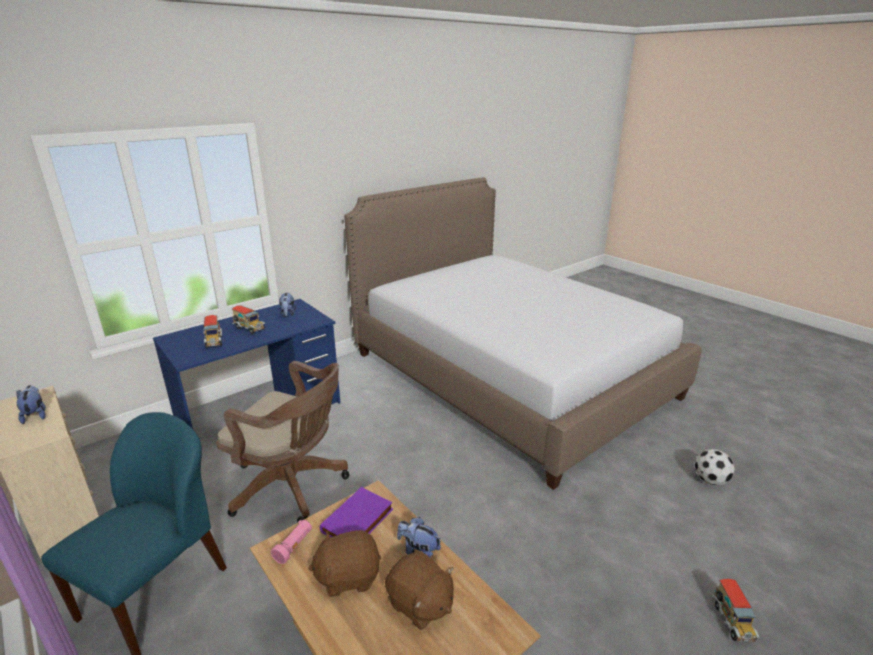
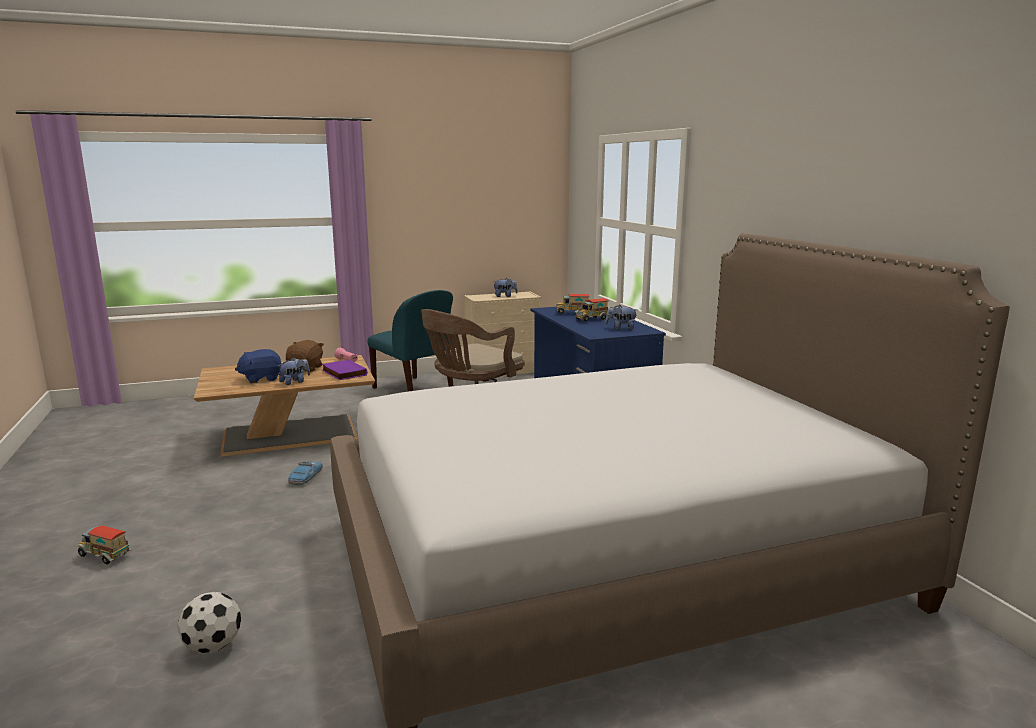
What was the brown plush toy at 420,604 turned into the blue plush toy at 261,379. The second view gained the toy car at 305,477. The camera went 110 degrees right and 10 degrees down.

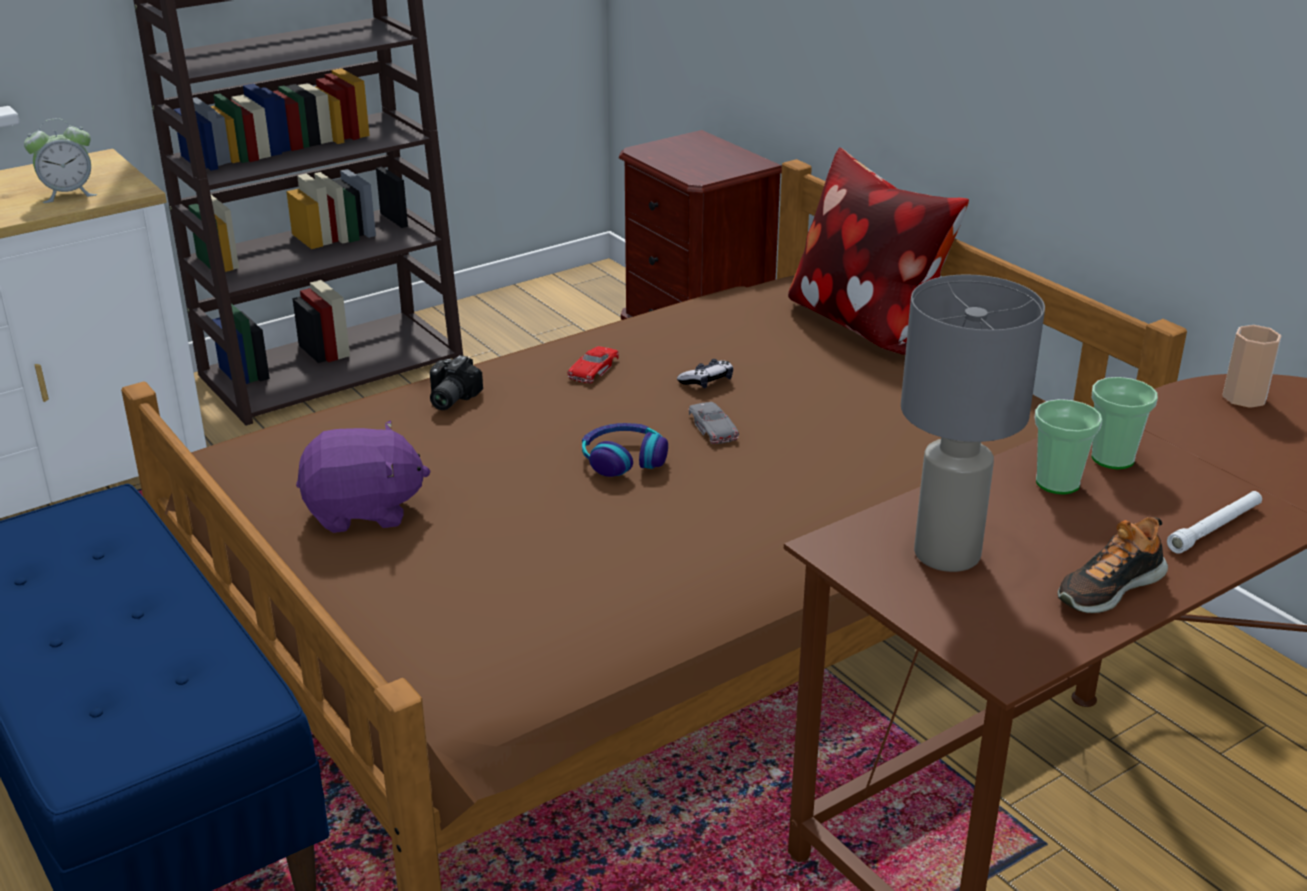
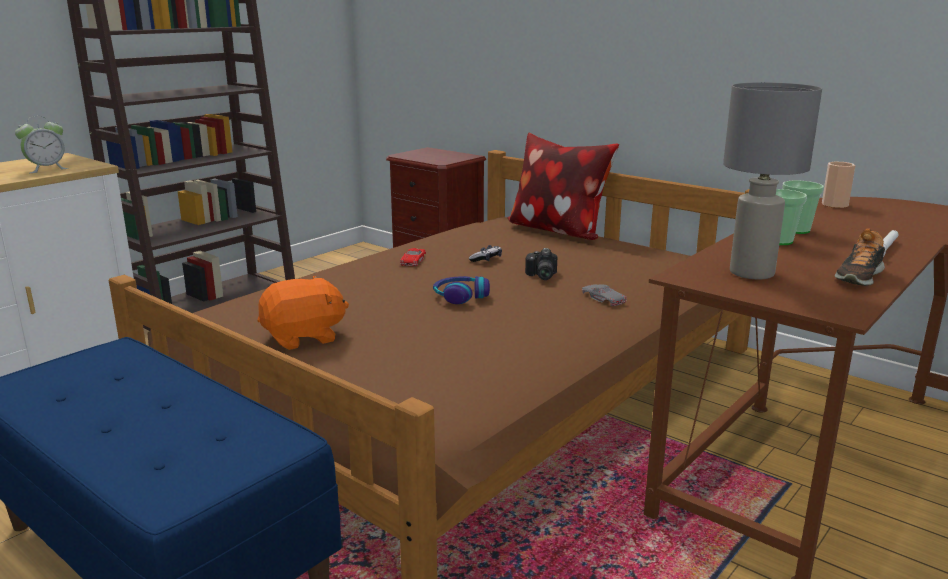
What was the purple plush toy at 363,511 turned into the orange plush toy at 304,337. The photo camera ended up elsewhere, having gone from 448,399 to 540,276. The grey toy car ended up elsewhere, having gone from 713,427 to 603,298. The camera went 15 degrees left and 10 degrees down.

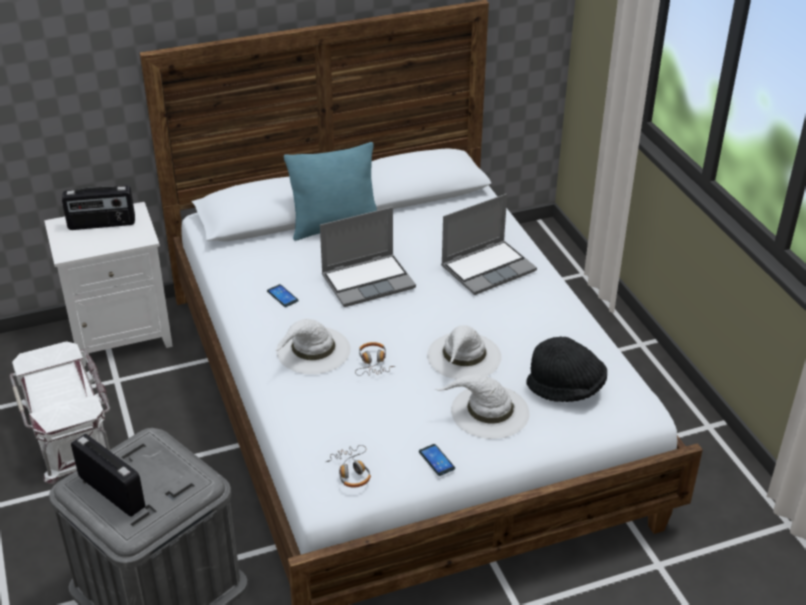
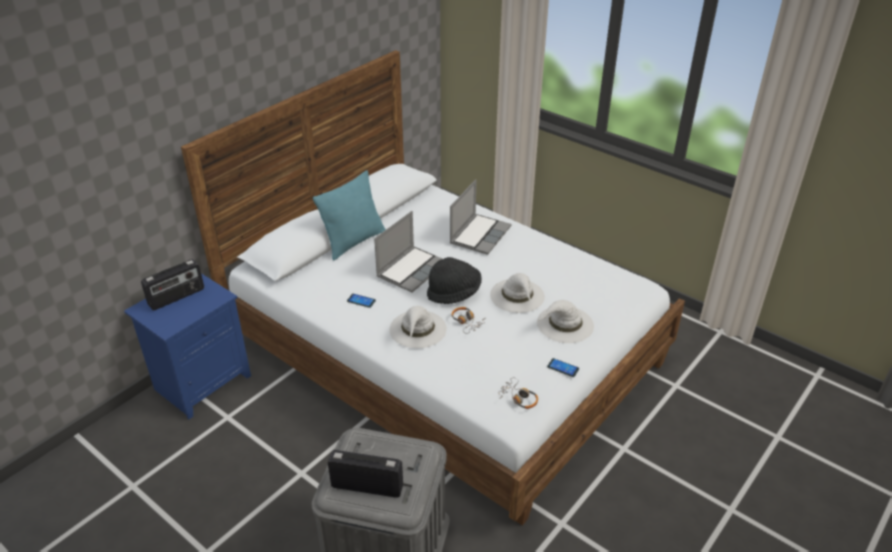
The second view lost the white storage box at 69,430. What was the white nightstand at 122,334 turned into the blue nightstand at 202,382. The black hat ended up elsewhere, having gone from 566,388 to 454,293. The camera went 30 degrees left and 0 degrees up.

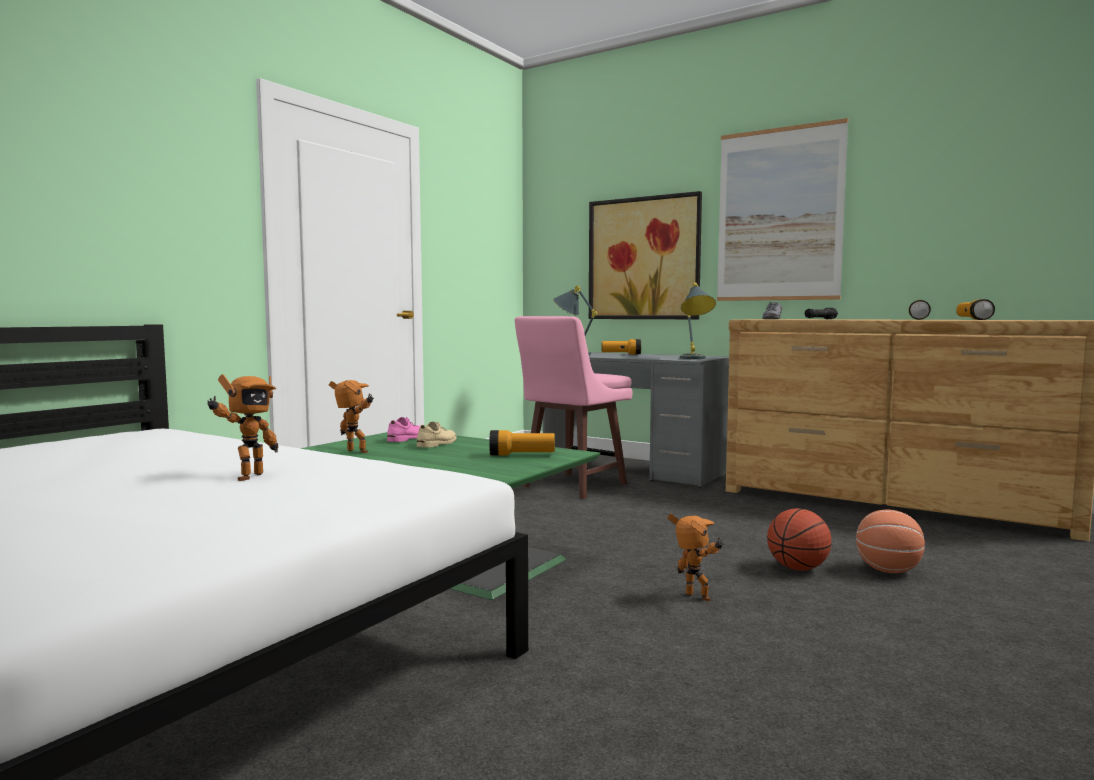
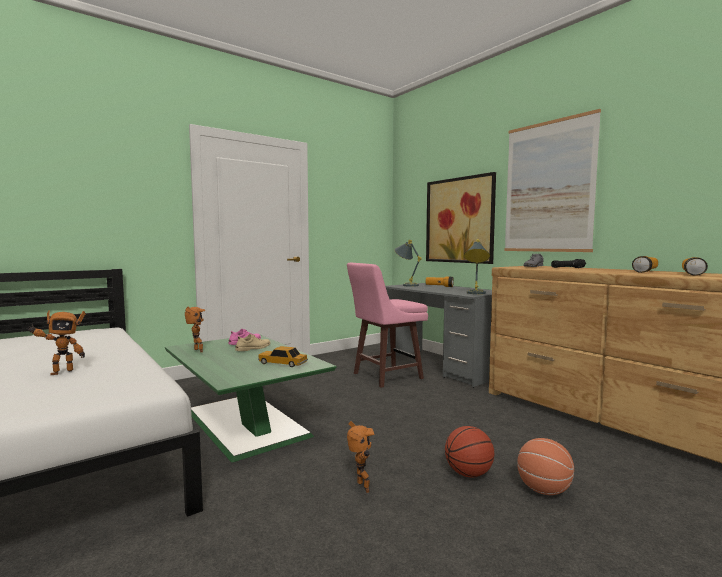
Where the flashlight stood at 522,455, the toy car came to stand at 282,363. The camera went 20 degrees right and 0 degrees up.

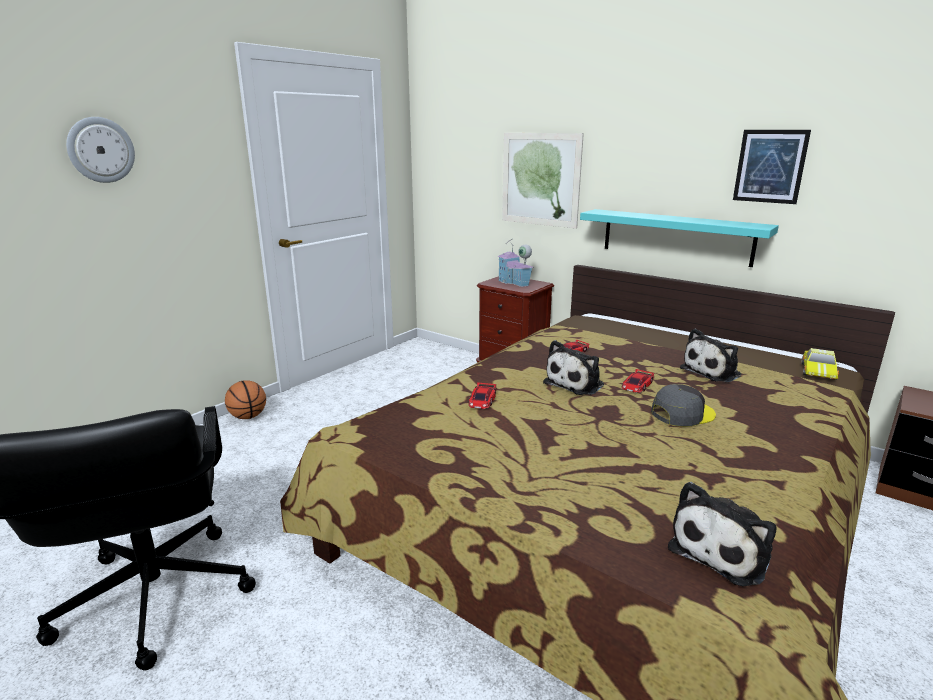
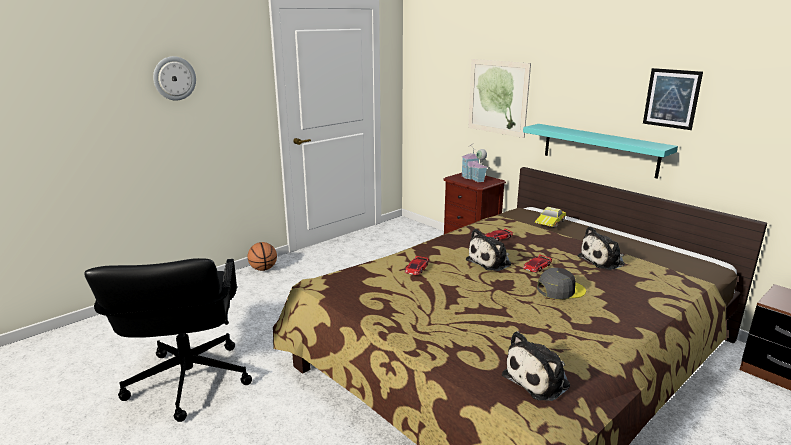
The toy car ended up elsewhere, having gone from 819,371 to 551,222. The camera went 10 degrees right and 0 degrees up.

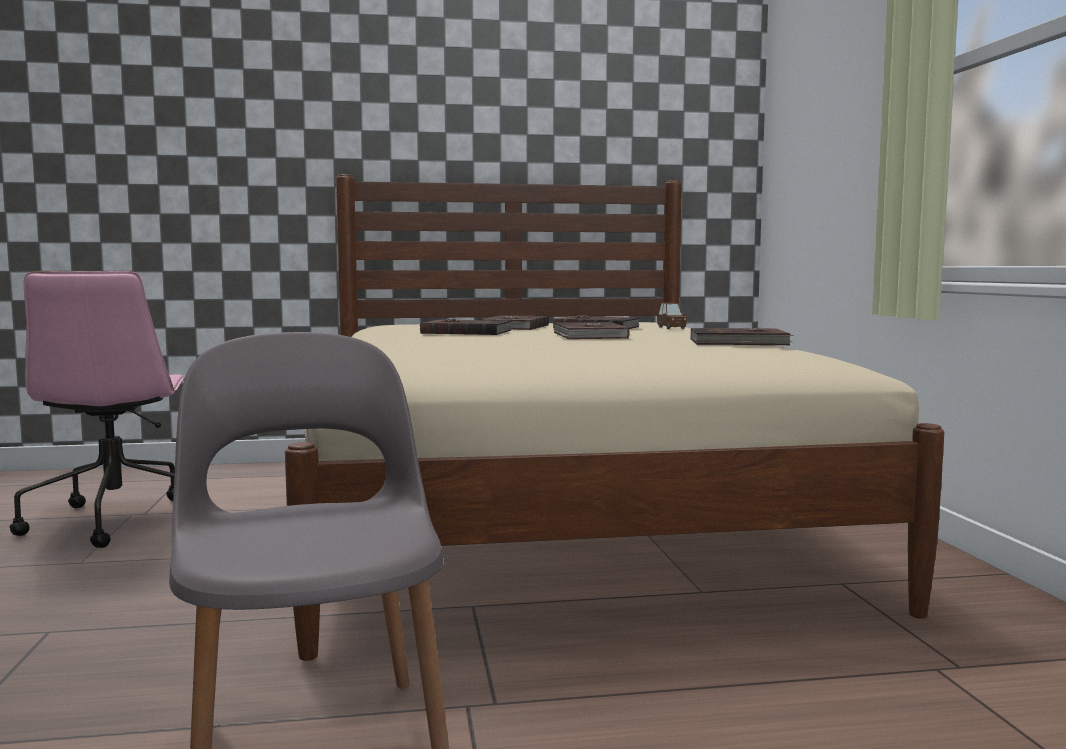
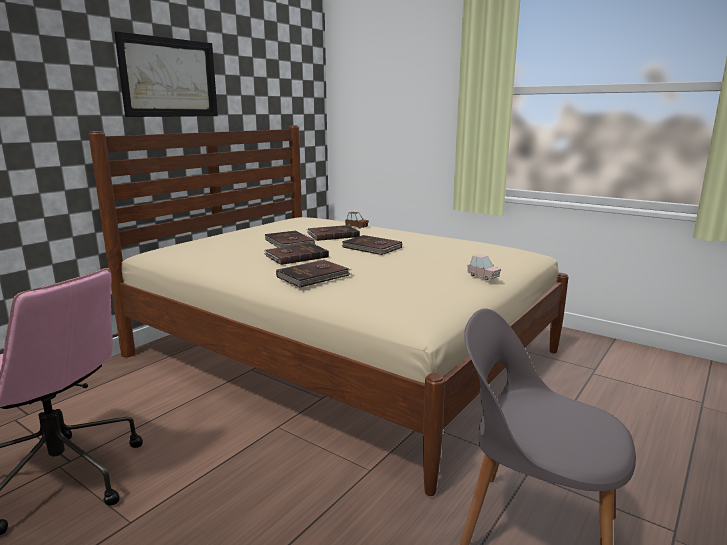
The brown book ended up elsewhere, having gone from 739,342 to 314,276. The second view gained the picture at 169,78. The second view gained the pink toy car at 483,276. The camera went 45 degrees left and 10 degrees up.

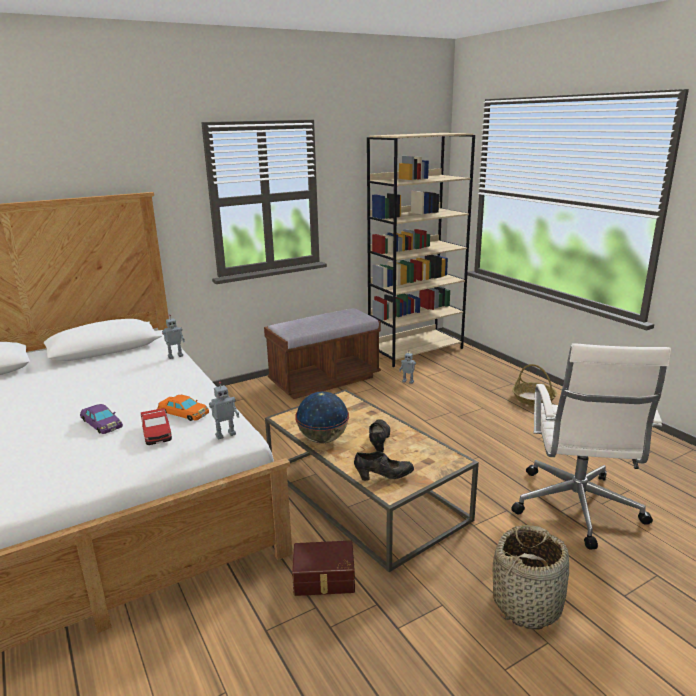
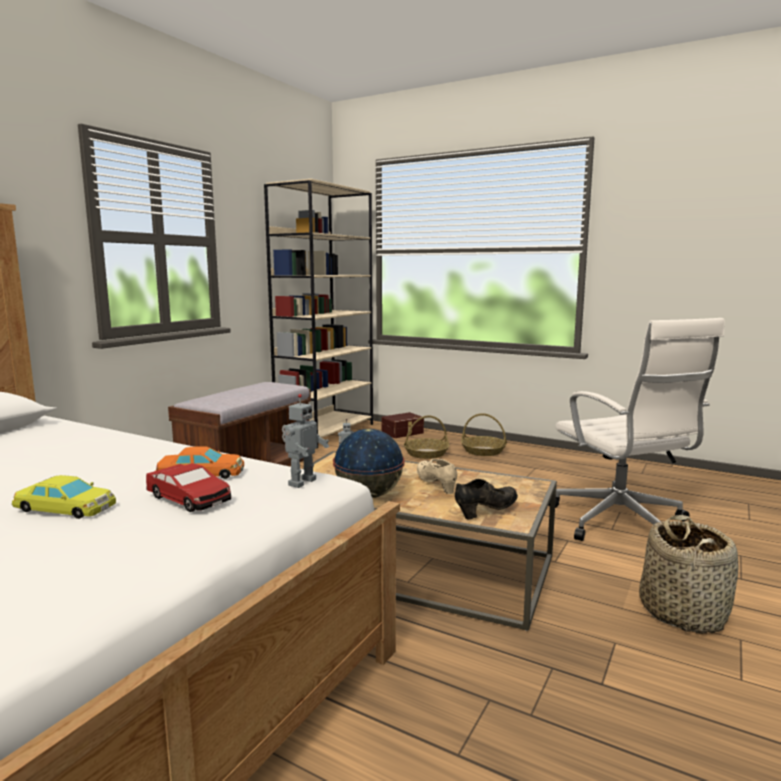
What was the purple toy car at 102,423 turned into the yellow toy car at 66,507. The second view lost the toy robot at 175,356. The brown storage box ended up elsewhere, having gone from 324,579 to 403,433. What was the black shoe at 379,442 turned into the beige shoe at 436,485. The second view gained the basket at 426,453. The camera went 30 degrees left and 10 degrees down.

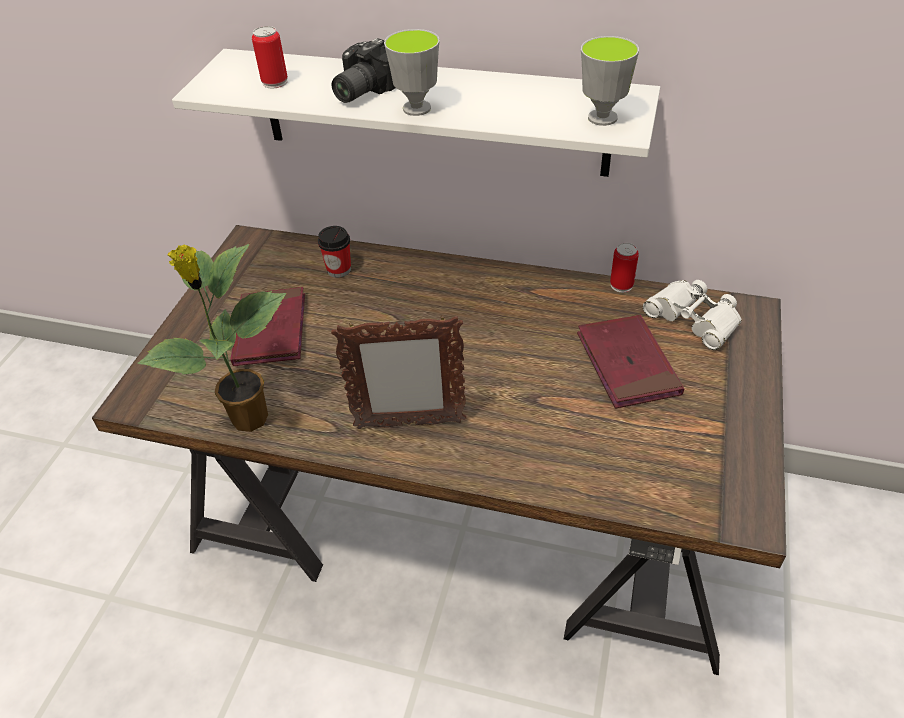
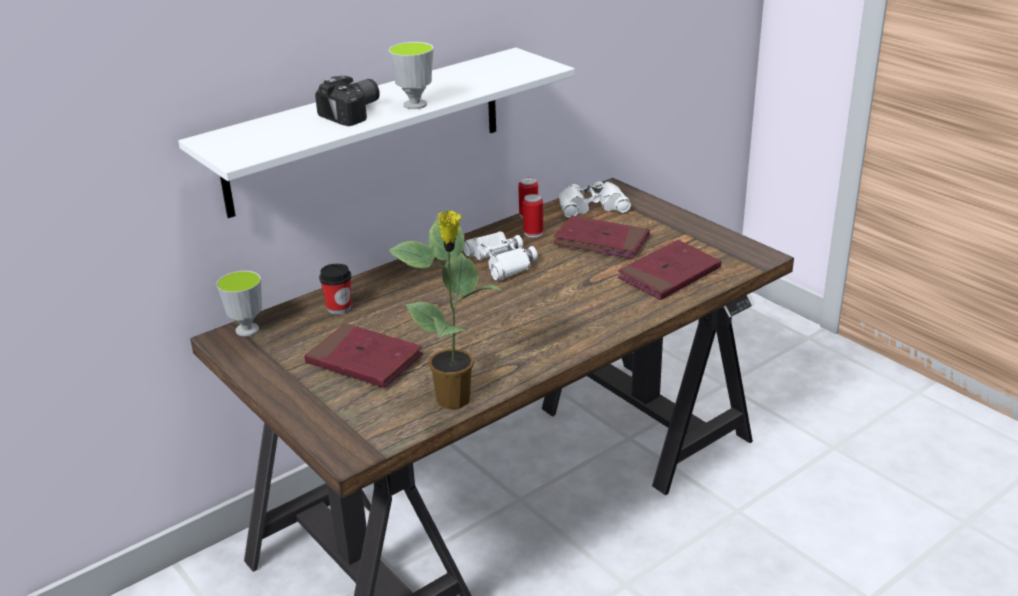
The can ended up elsewhere, having gone from 275,82 to 533,233. The photo camera at 361,90 ended up facing another way, 120 degrees counterclockwise from before. The second view lost the picture frame at 408,424. The cup ended up elsewhere, having gone from 602,118 to 247,330. The second view gained the white binoculars at 500,262. The second view gained the red book at 669,274. The camera went 55 degrees left and 15 degrees down.

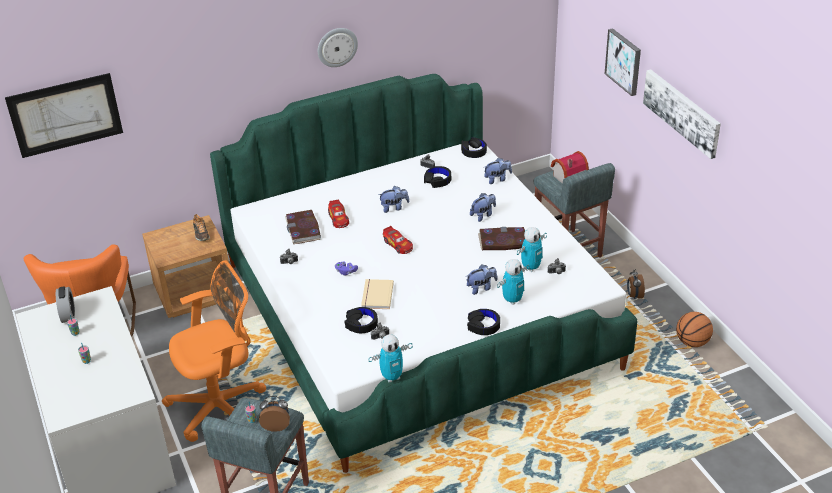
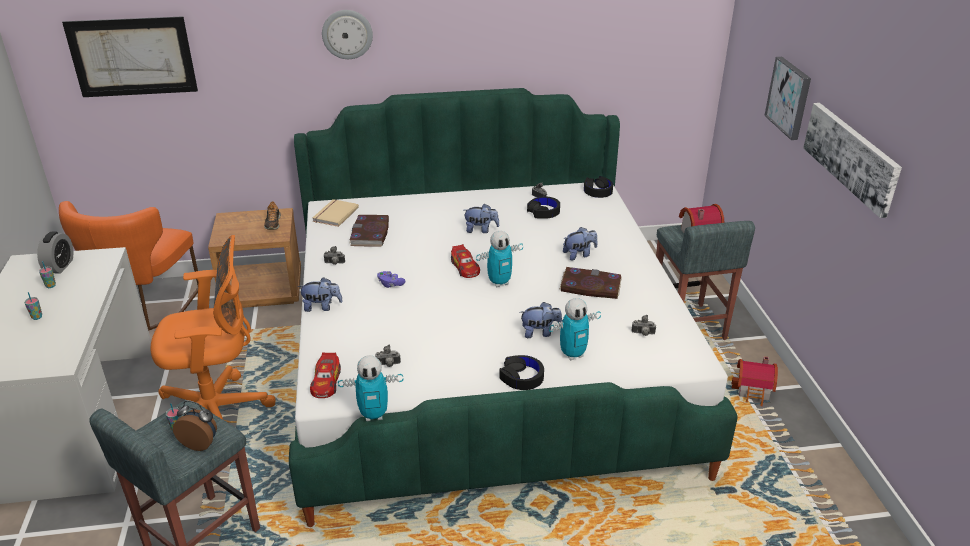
The wall clock ended up elsewhere, having gone from 337,47 to 347,34. The toy car ended up elsewhere, having gone from 338,218 to 326,382. The second view lost the black headphones at 361,324. The beige book ended up elsewhere, having gone from 376,296 to 334,214. The plush toy ended up elsewhere, having gone from 497,179 to 322,307. The toy robot ended up elsewhere, having gone from 531,267 to 499,282. Where the alarm clock stood at 634,296, the toy house came to stand at 754,391. The second view lost the basketball at 692,342. The camera went 15 degrees right and 5 degrees down.

